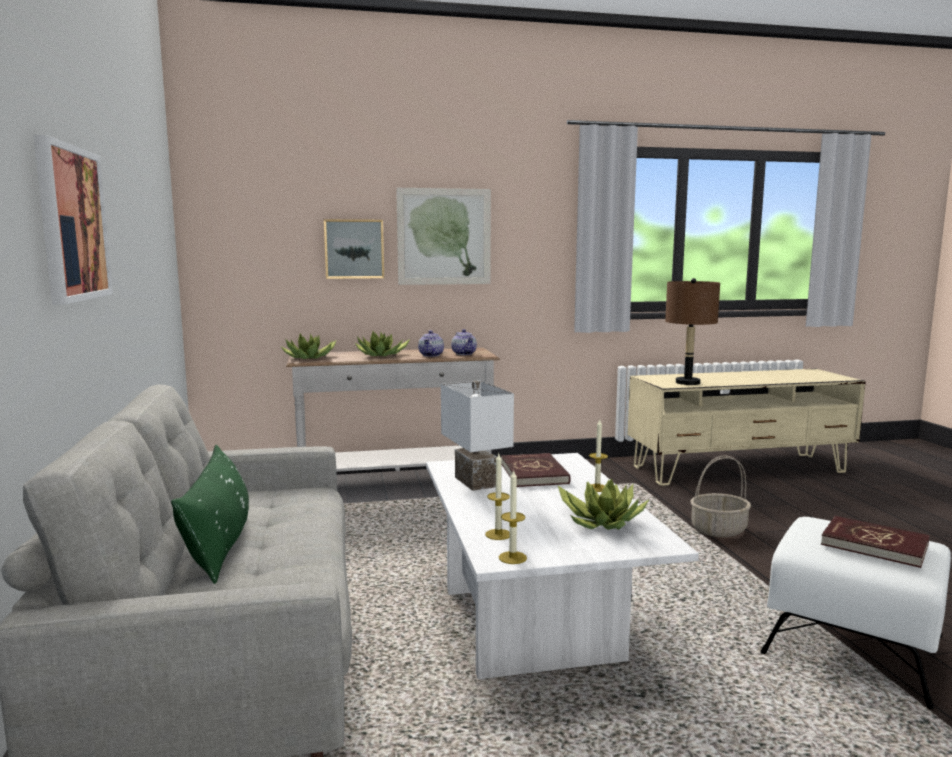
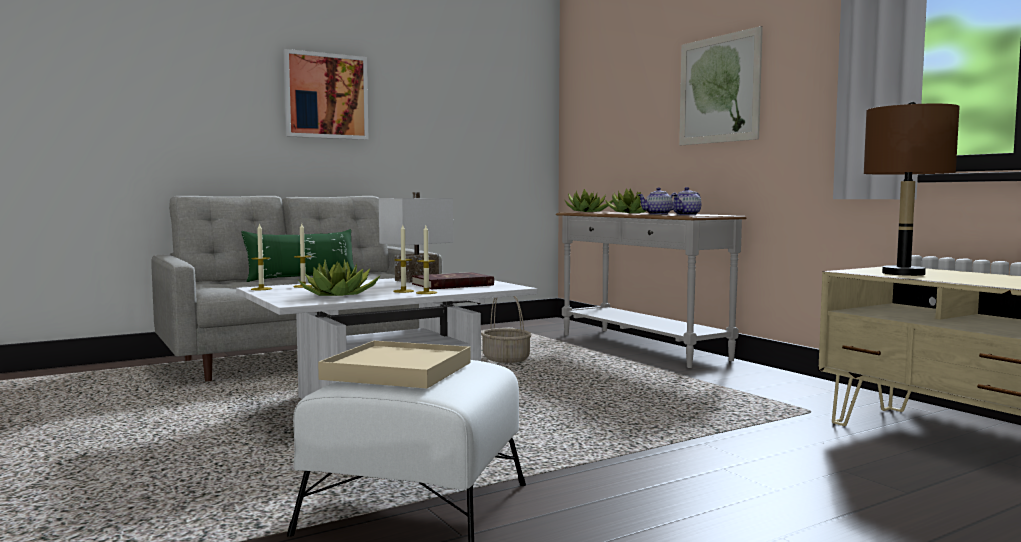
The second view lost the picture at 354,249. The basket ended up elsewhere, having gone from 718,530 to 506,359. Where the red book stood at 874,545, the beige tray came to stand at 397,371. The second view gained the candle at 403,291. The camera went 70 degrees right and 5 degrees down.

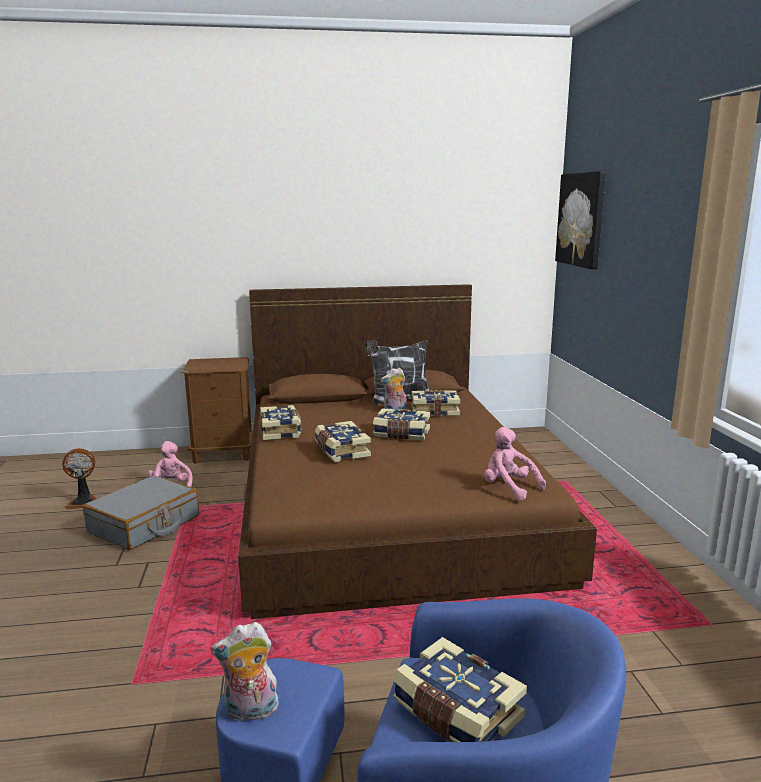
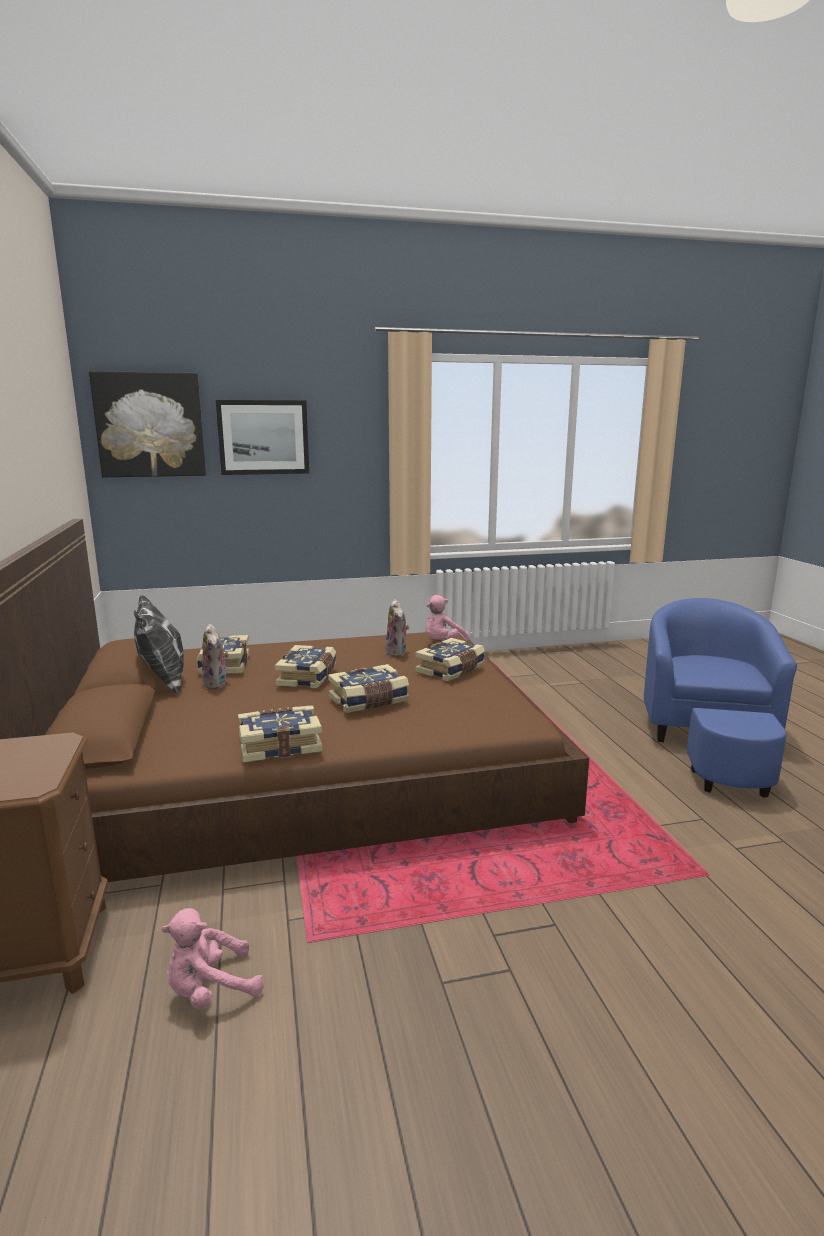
The second view lost the fan at 84,502. The second view lost the grey suitcase at 145,525. The plush toy ended up elsewhere, having gone from 250,712 to 397,653. The book ended up elsewhere, having gone from 456,713 to 451,670. The second view gained the picture at 263,437. The camera went 95 degrees left and 0 degrees up.

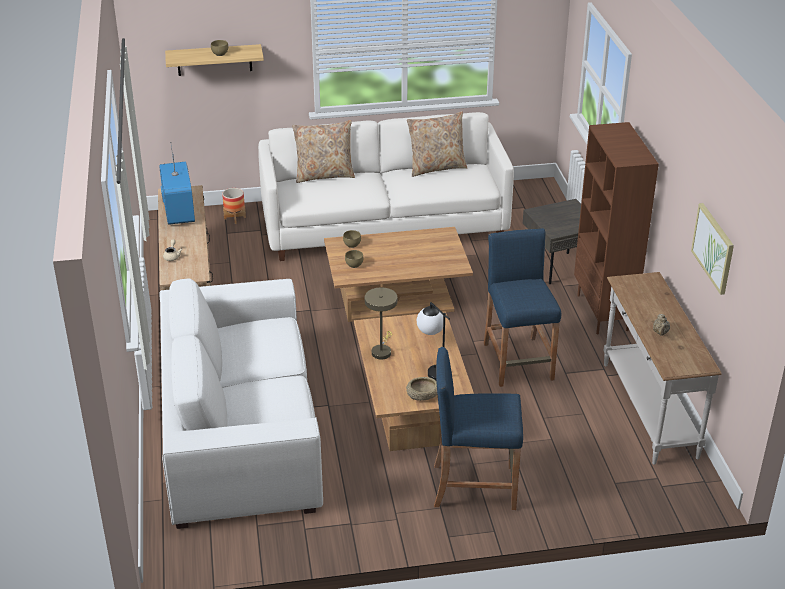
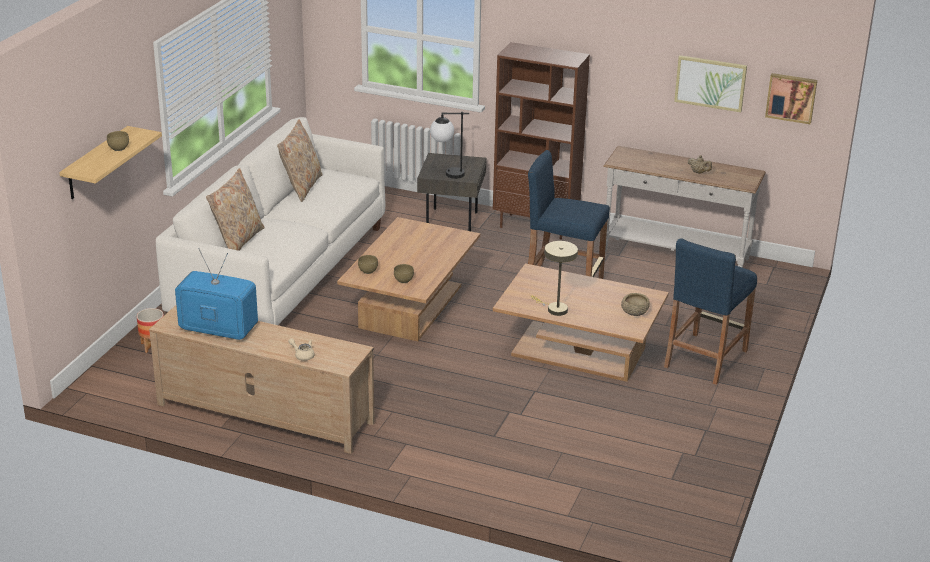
The second view lost the white sofa at 240,431. The table lamp ended up elsewhere, having gone from 433,369 to 447,174. The second view gained the picture at 791,97. The camera went 60 degrees left and 5 degrees down.

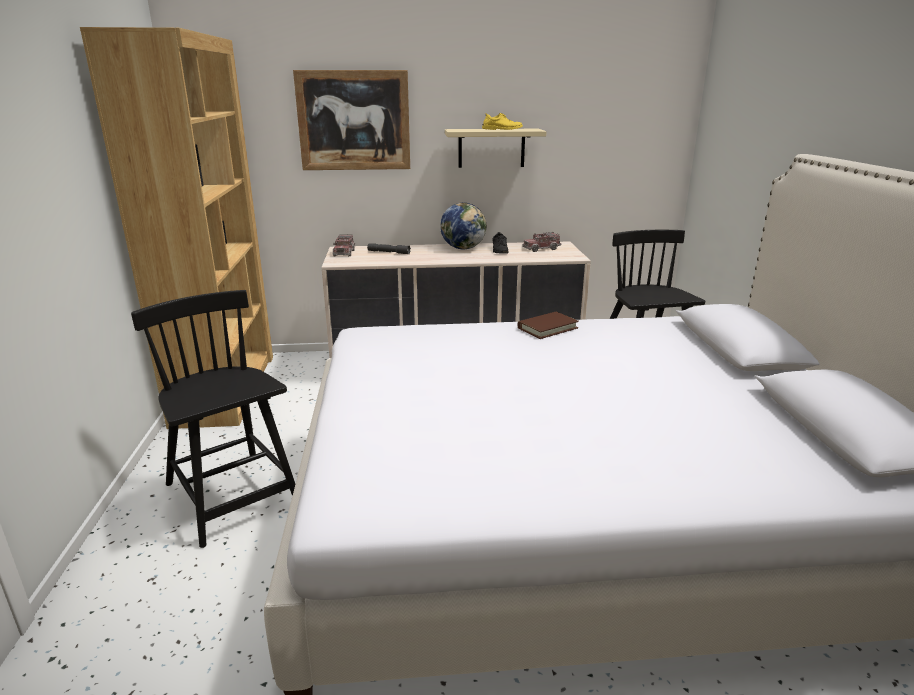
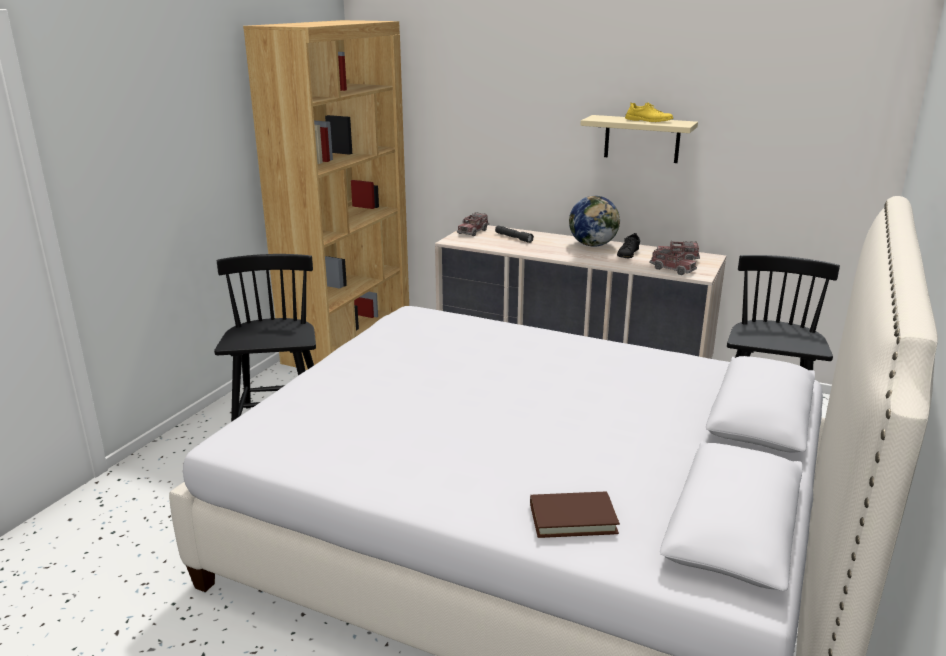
The second view lost the picture at 354,121. The brown book ended up elsewhere, having gone from 547,328 to 573,518. The second view gained the toy truck at 672,269. The camera went 30 degrees right and 0 degrees up.

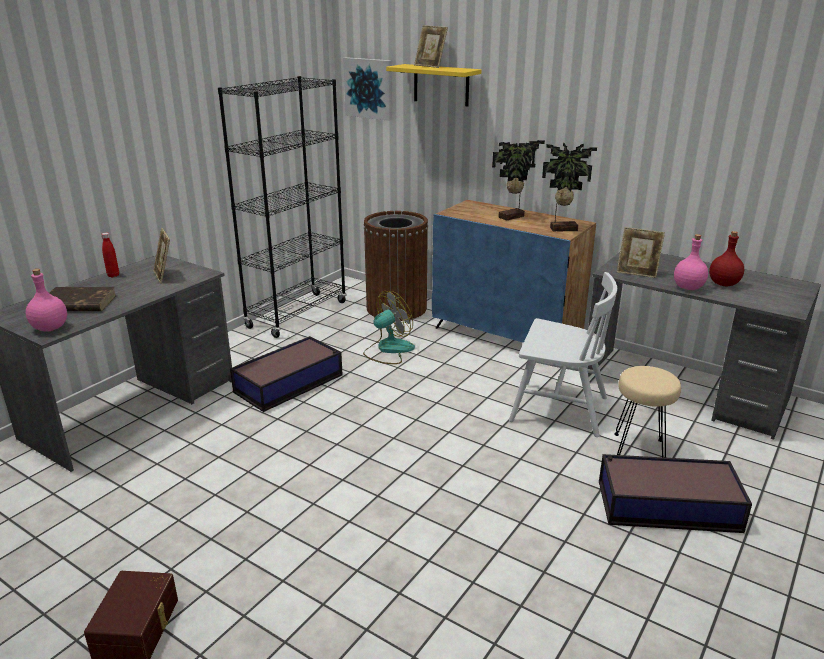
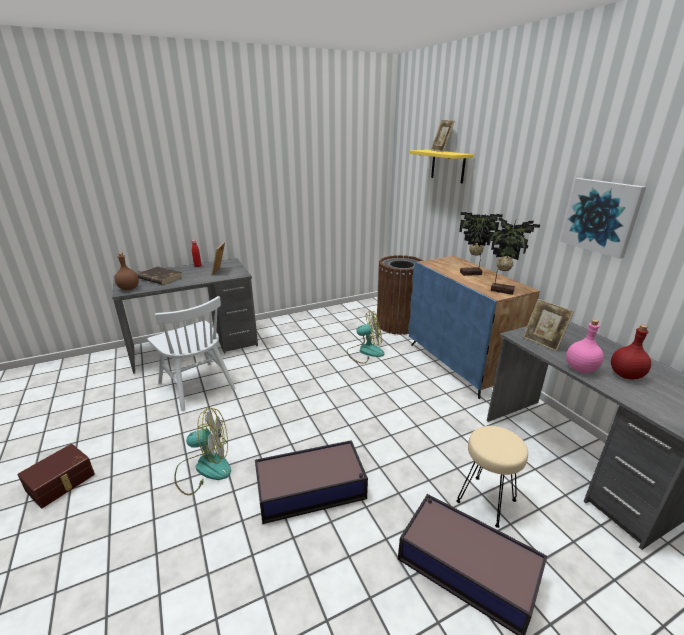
What was the pink bottle at 51,328 turned into the brown bottle at 129,288. The second view lost the black bookcase at 297,315. The storage box ended up elsewhere, having gone from 290,383 to 312,489. The picture ended up elsewhere, having gone from 369,88 to 601,216. The white chair ended up elsewhere, having gone from 558,409 to 196,385. The second view gained the fan at 204,468. The camera went 30 degrees right and 0 degrees up.

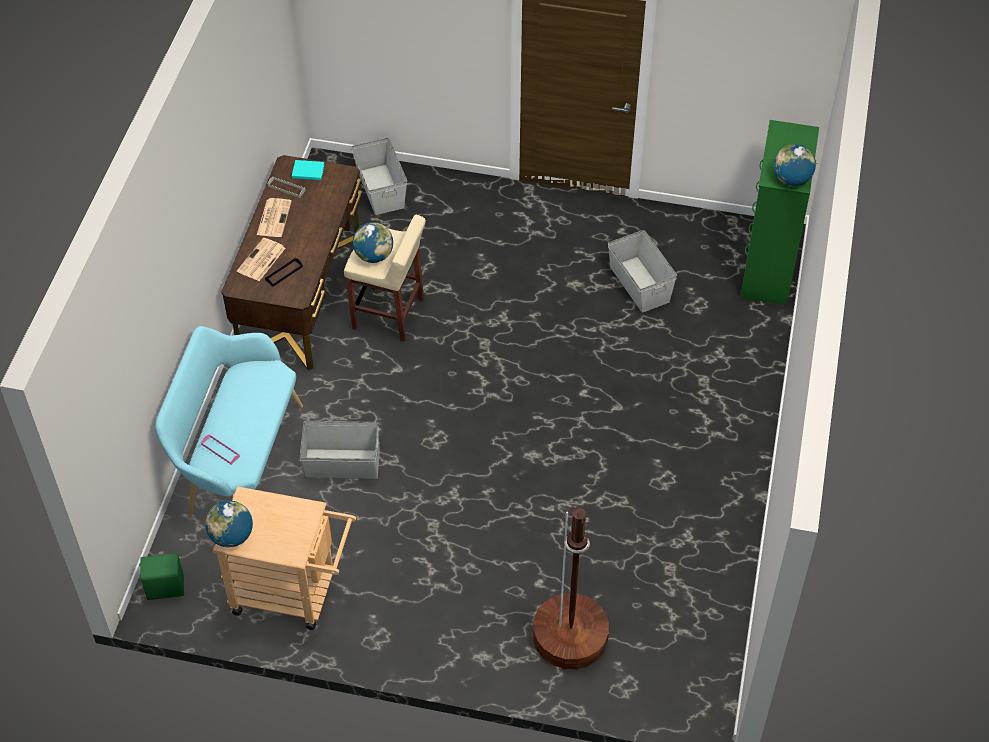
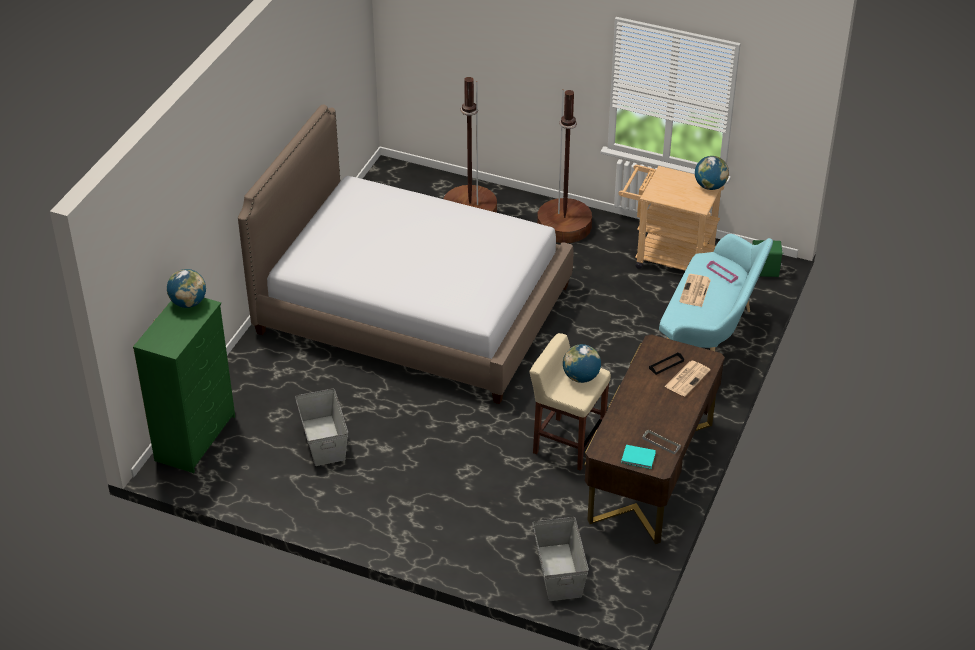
The newspaper ended up elsewhere, having gone from 274,217 to 695,291. The second view lost the grey storage box at 342,464. The second view gained the bed at 413,309. The second view gained the brown floor lamp at 564,226. The camera went 170 degrees left and 10 degrees down.

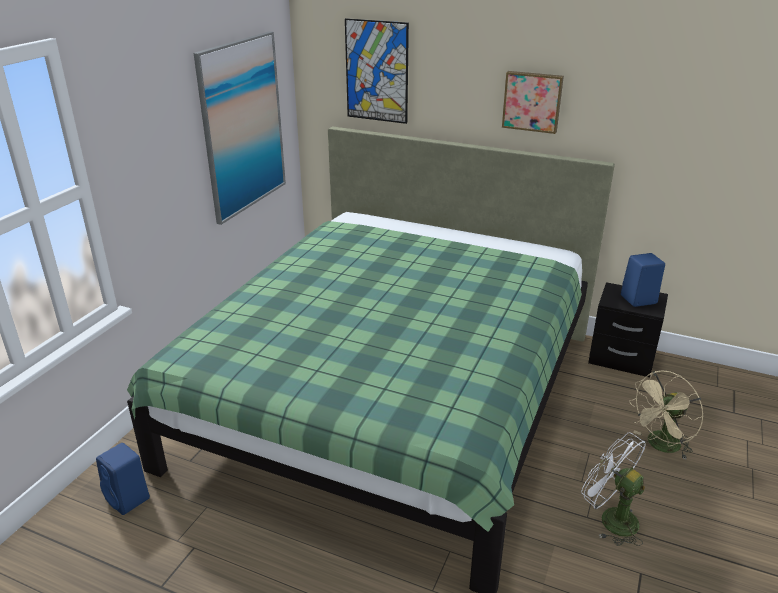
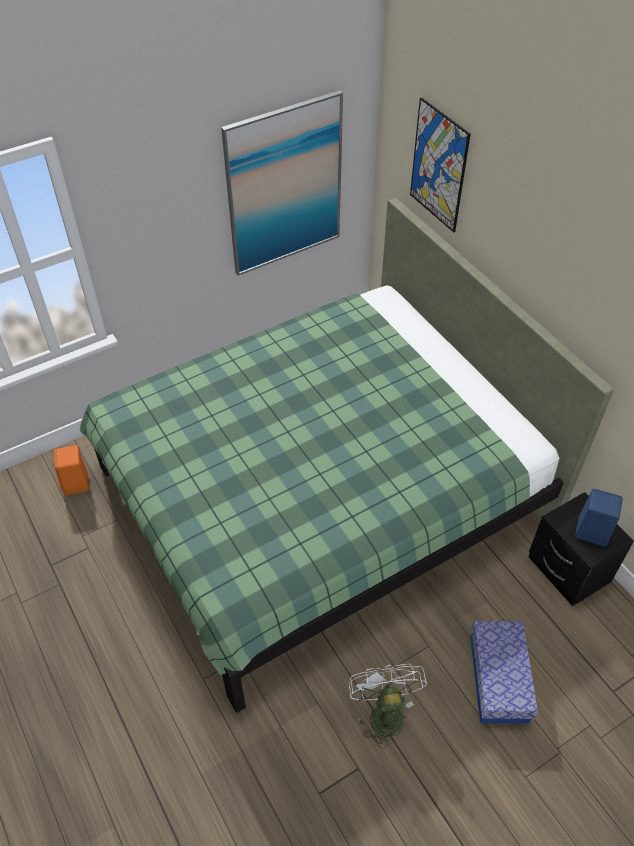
What was the blue speaker at 129,499 turned into the orange speaker at 76,484. The second view lost the picture at 532,101. Where the beige fan stood at 660,446, the storage box came to stand at 498,679. The camera went 35 degrees right and 20 degrees up.

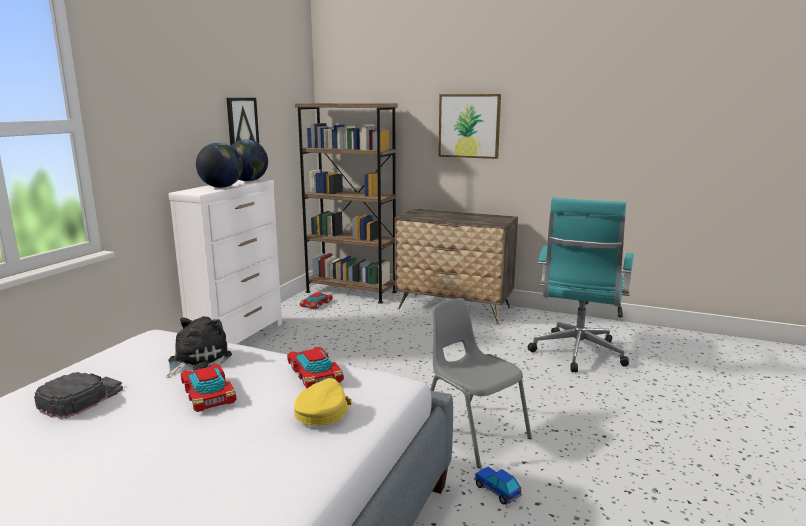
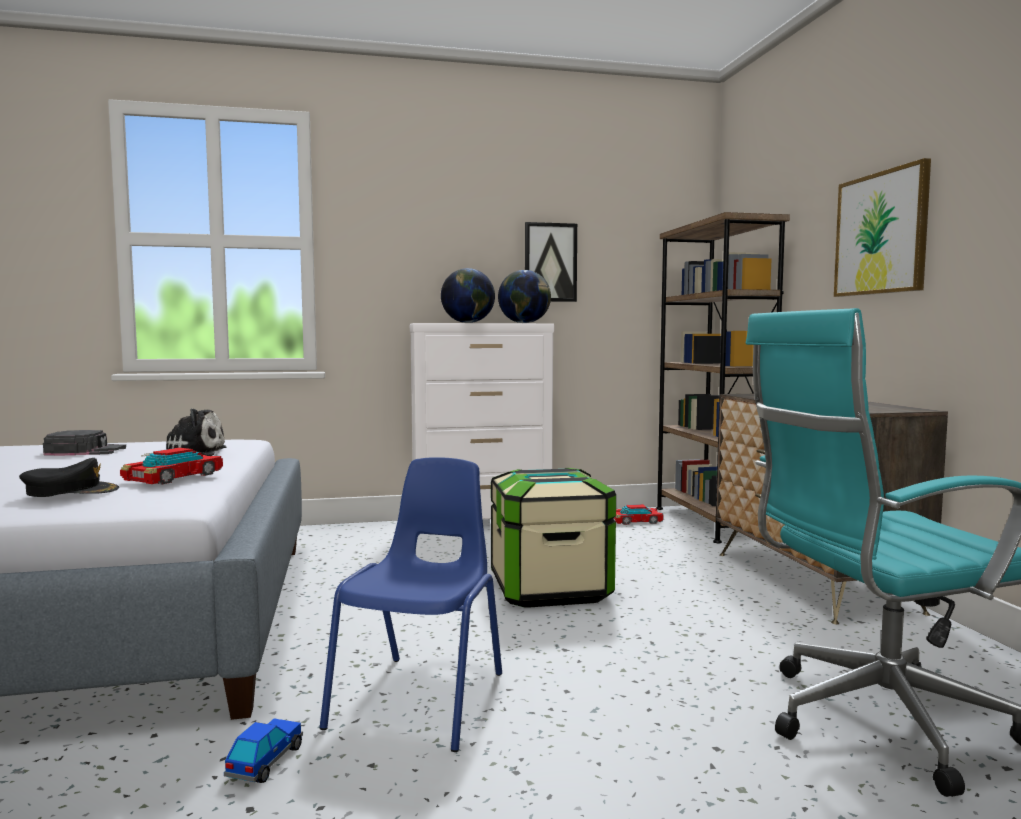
The second view lost the toy car at 209,393. What was the yellow cap at 322,410 turned into the black cap at 71,491. What was the grey chair at 472,432 turned into the blue chair at 422,699. The second view gained the storage box at 550,589. The camera went 55 degrees right and 10 degrees down.

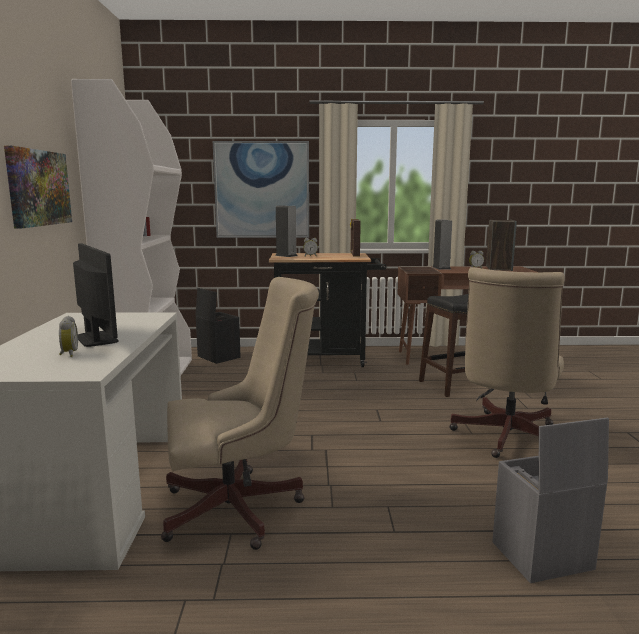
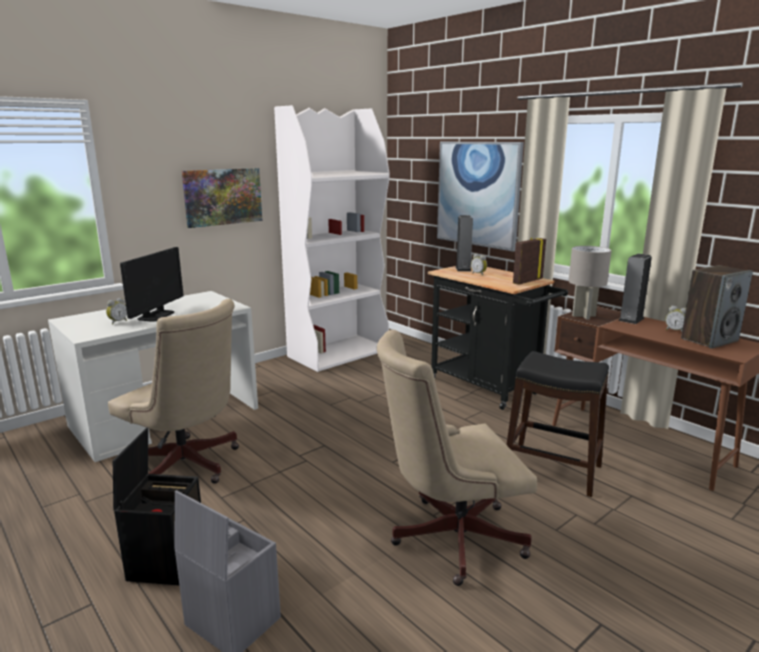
The black storage box ended up elsewhere, having gone from 218,357 to 166,559. The second view gained the grey table lamp at 584,316. The camera went 50 degrees right and 5 degrees up.

